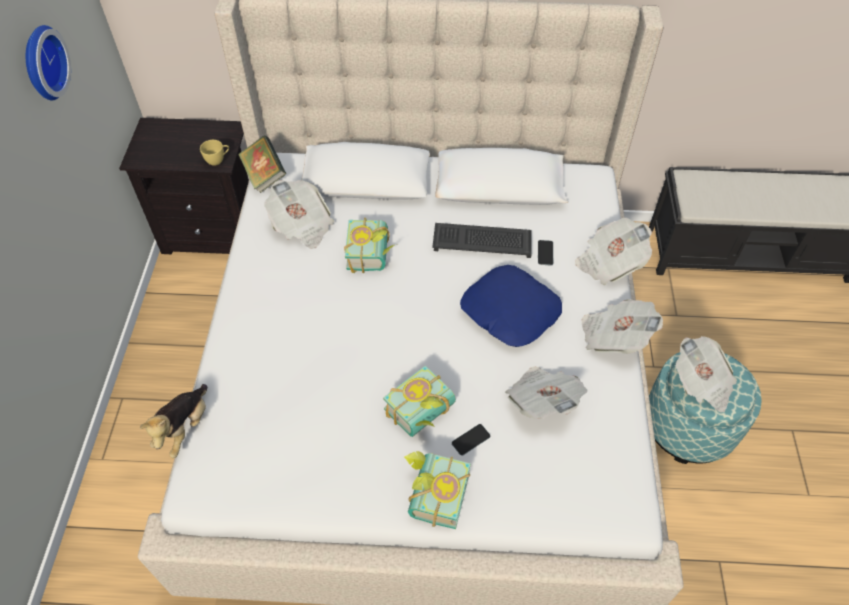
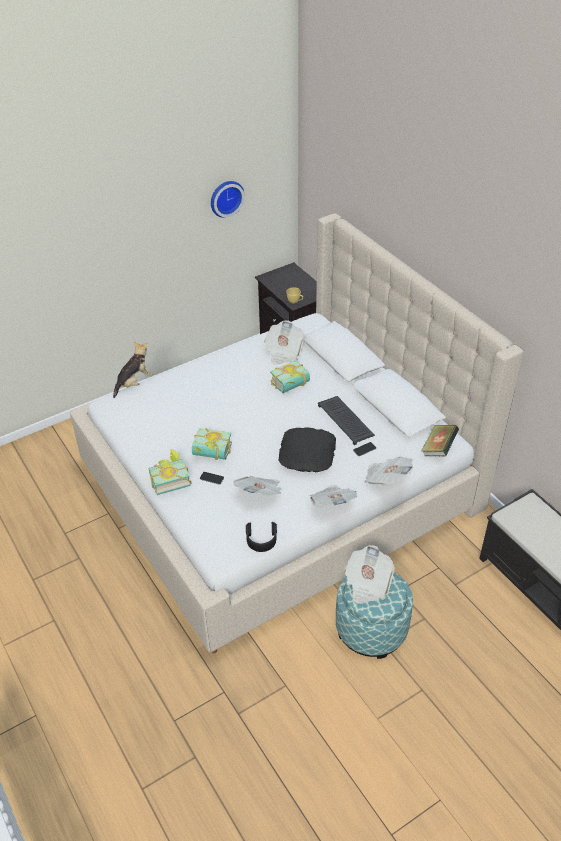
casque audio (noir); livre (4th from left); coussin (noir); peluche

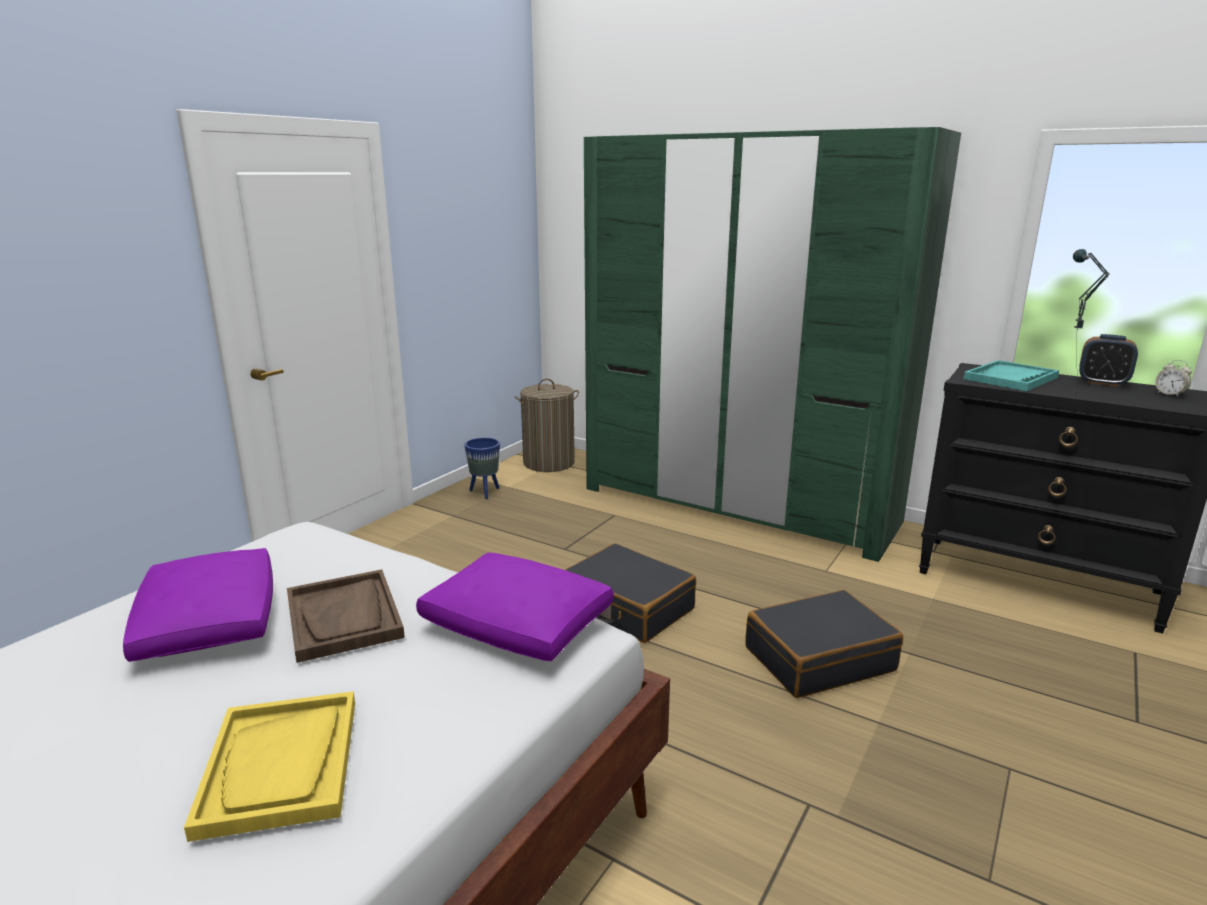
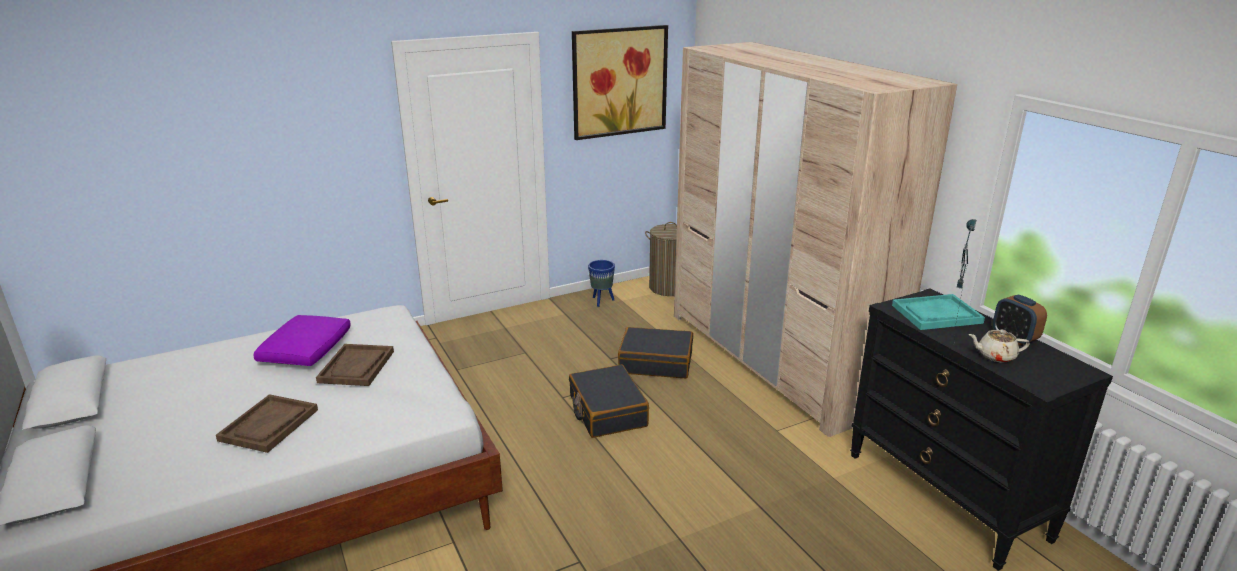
coussin (violet) (2nd from left in the first image); réveil (2nd from left in the first image); tableau; théière (beige); valise (noir) (2nd from left); plateau (marron) (1st from left); armoire (beige)

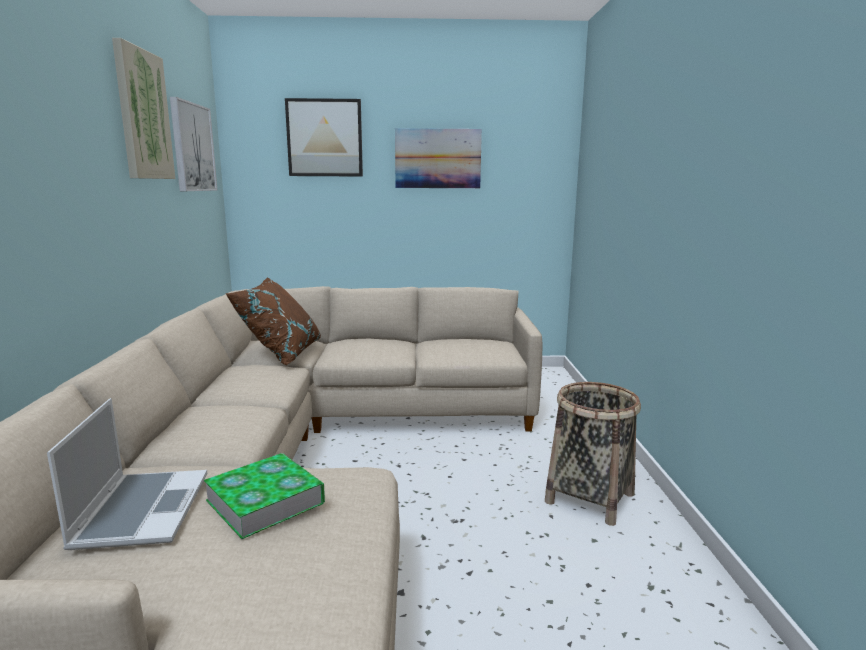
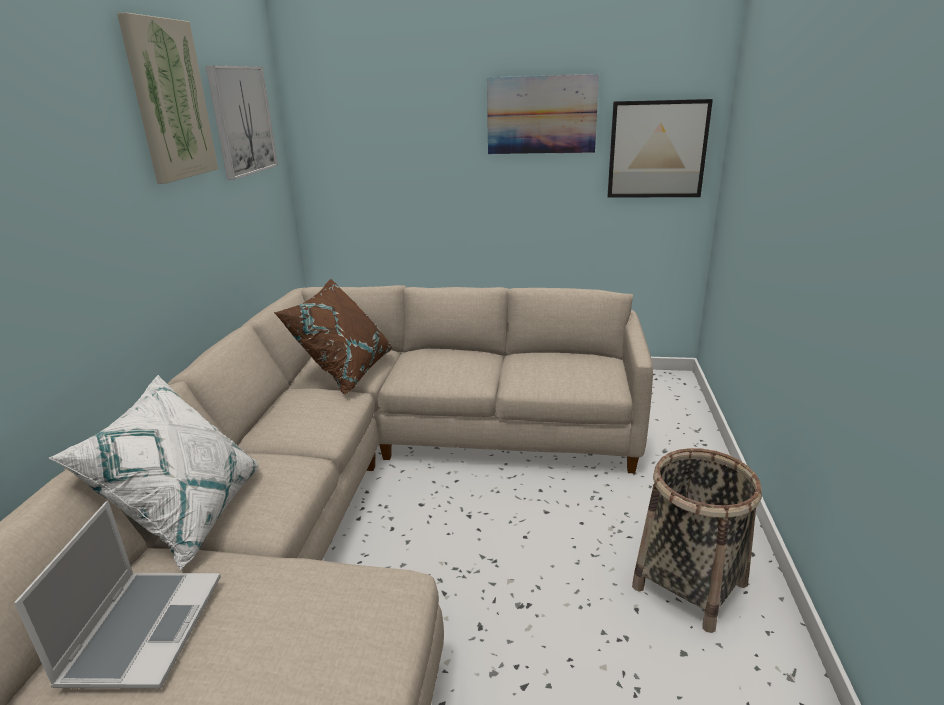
livre; coussin (blanc); tableau (4th from left)

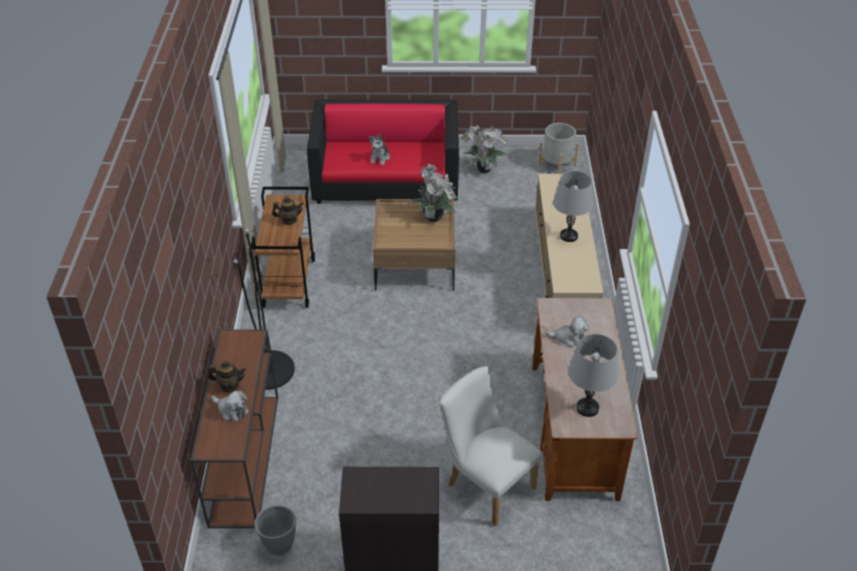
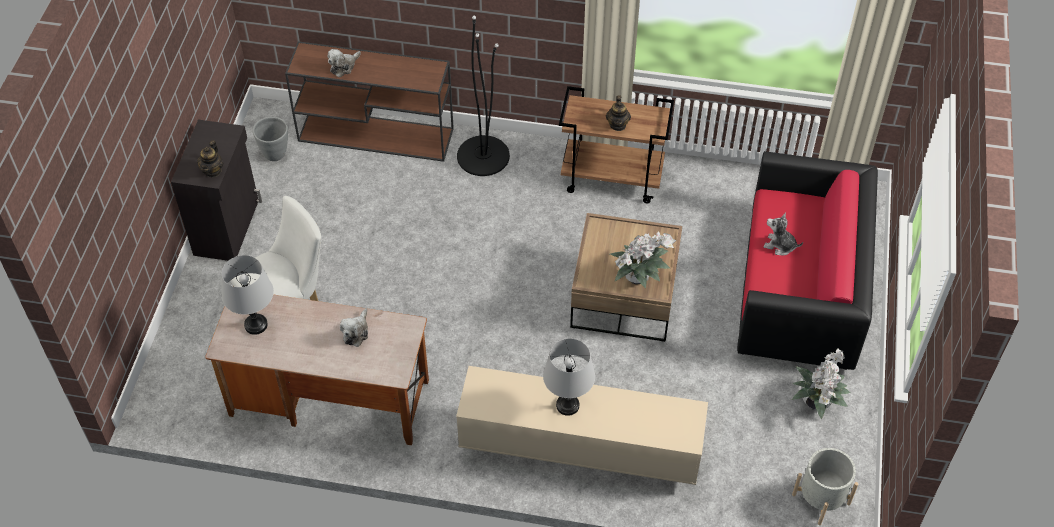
théière (1st from left)

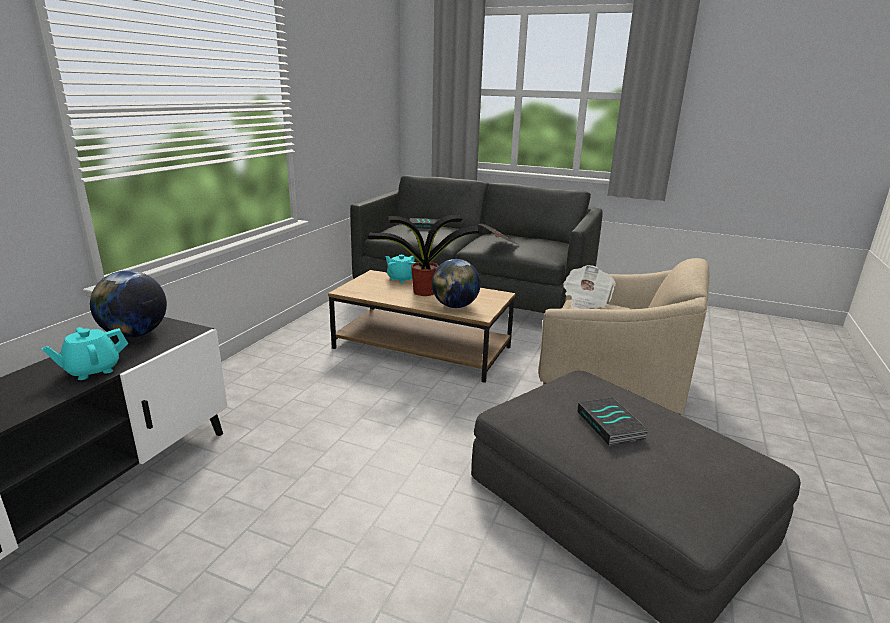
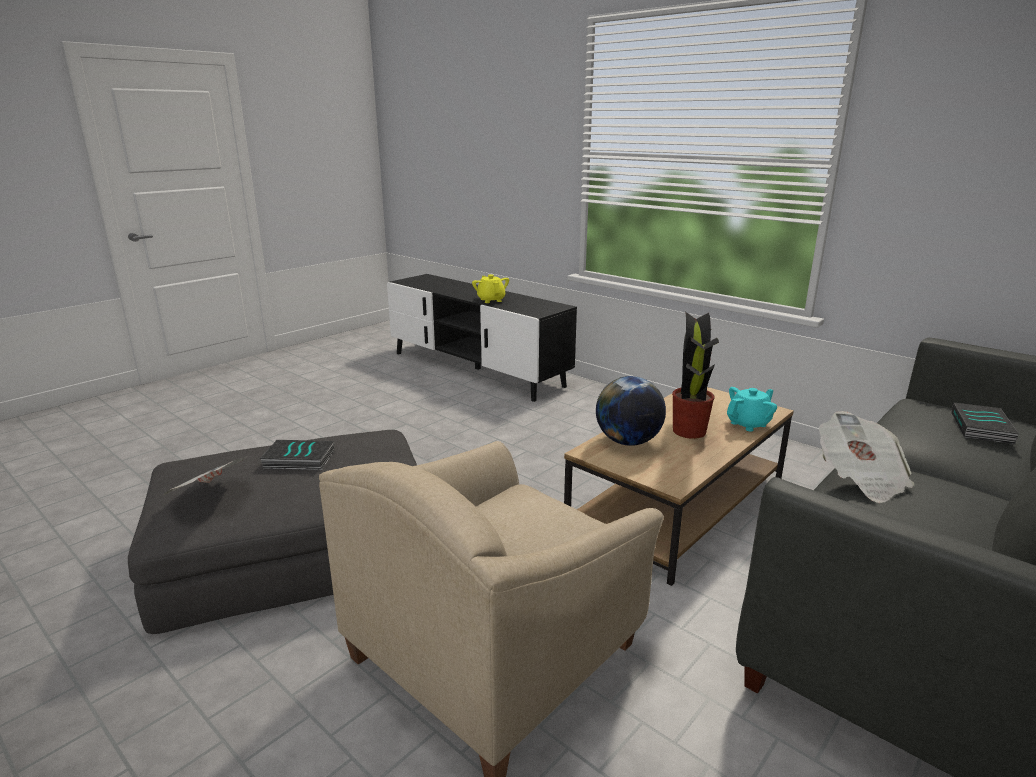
globe (1st from left in the first image); journal (1st from left); théière (jaune)

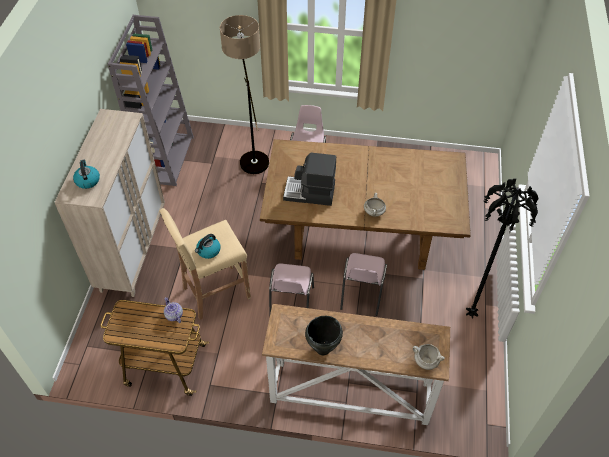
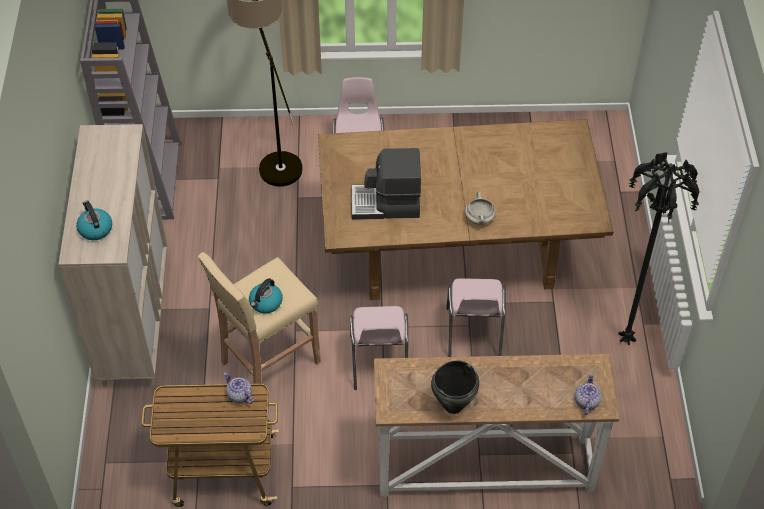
théière (2nd from left)

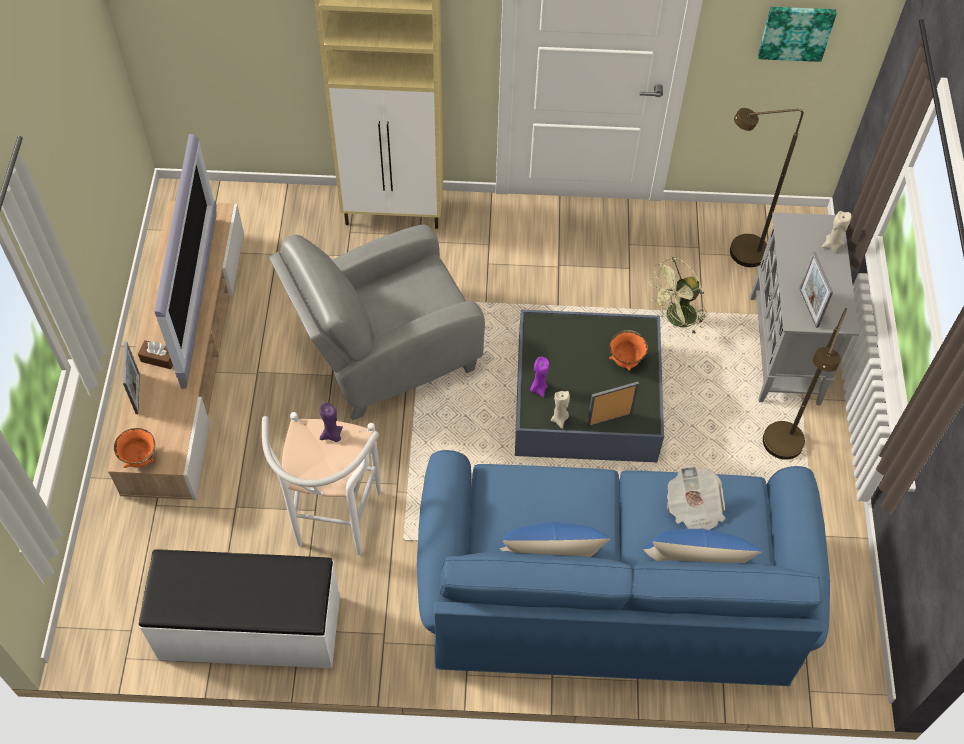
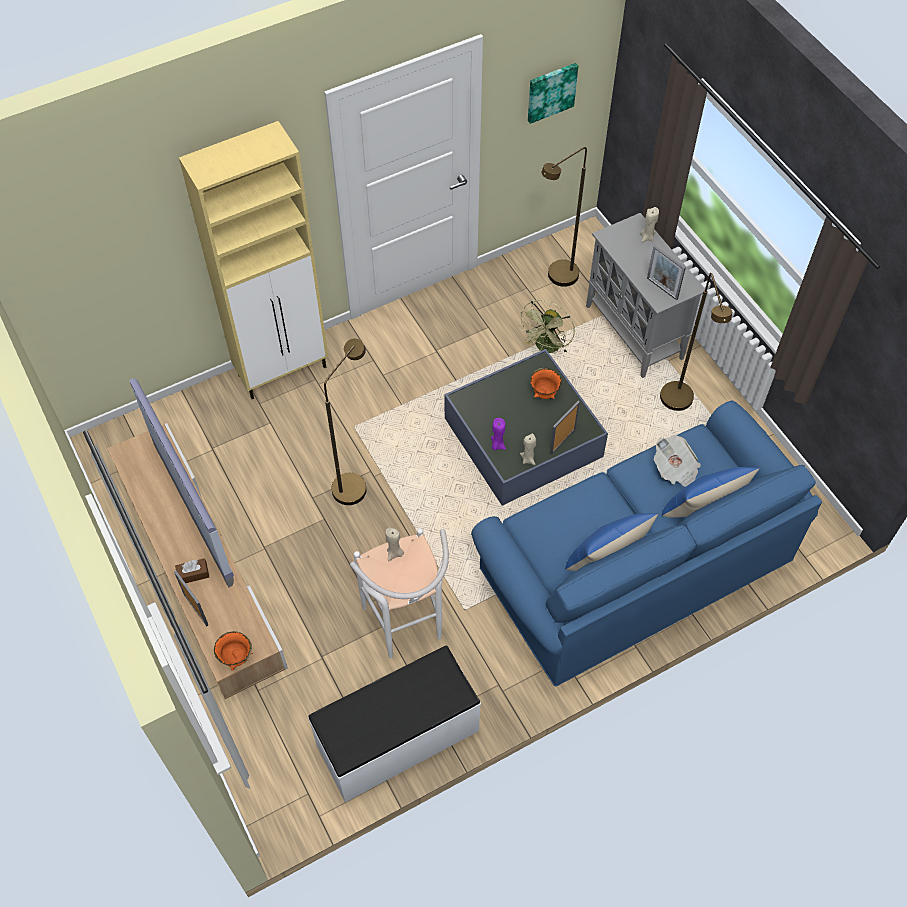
lampadaire (marron) (1st from left); bougie (beige) (1st from left)

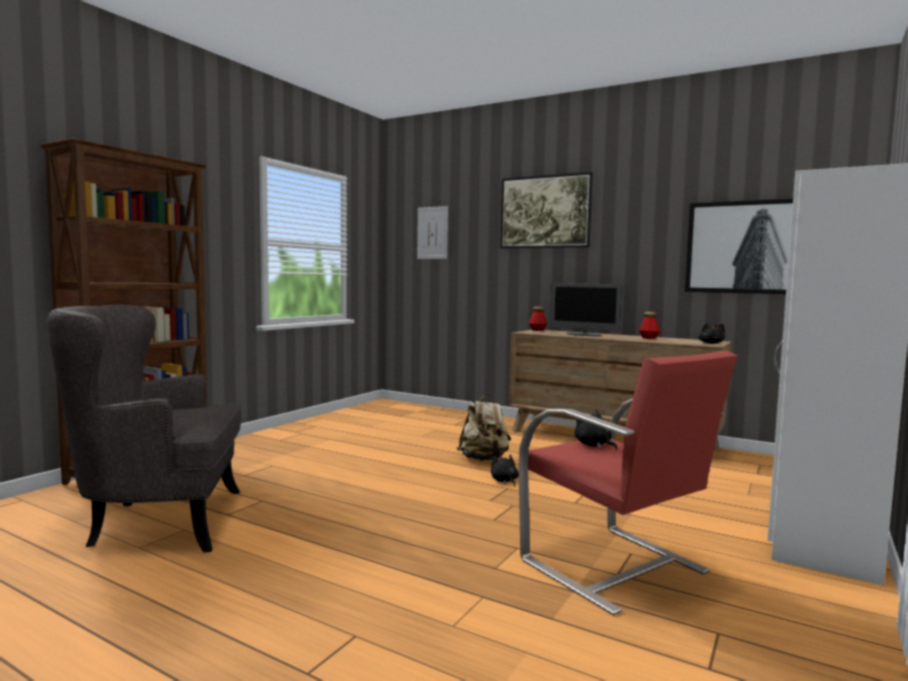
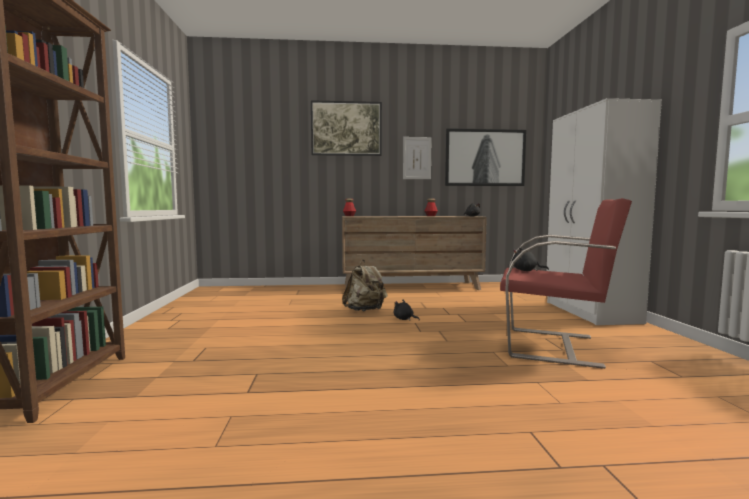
fauteuil (gris); écran d'ordinateur; tableau (2nd from left)

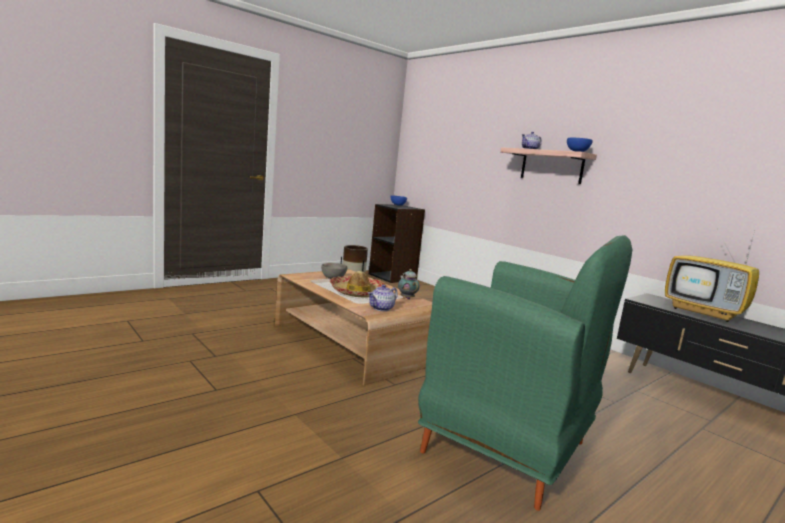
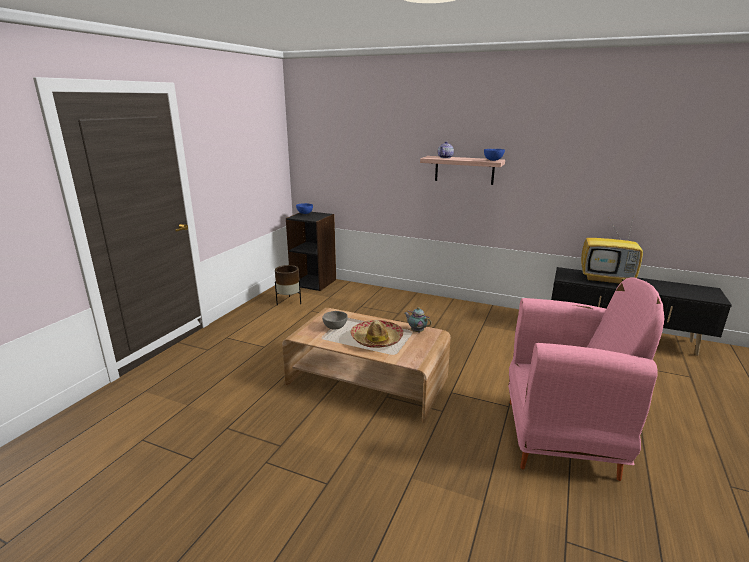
théière (1st from left in the first image); fauteuil (rose)

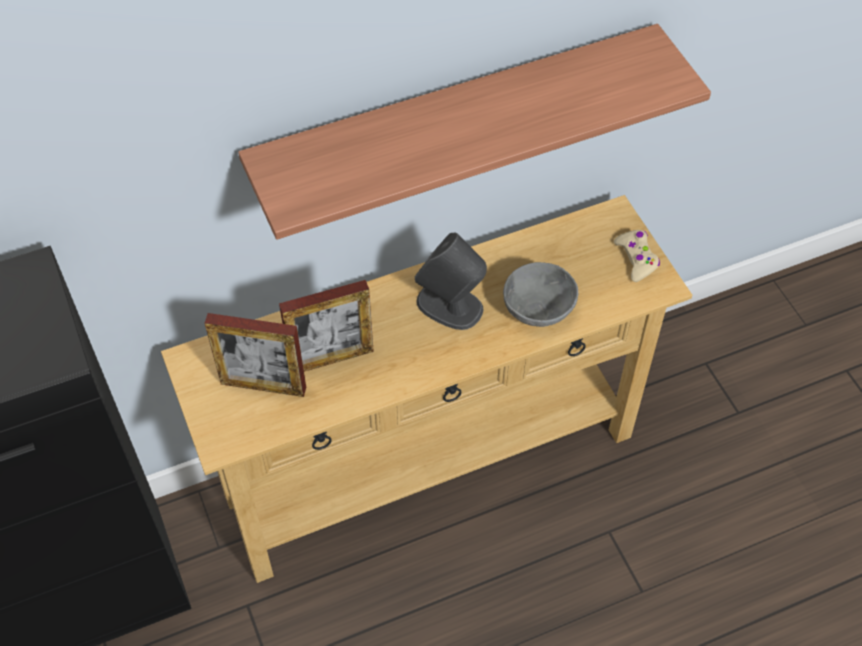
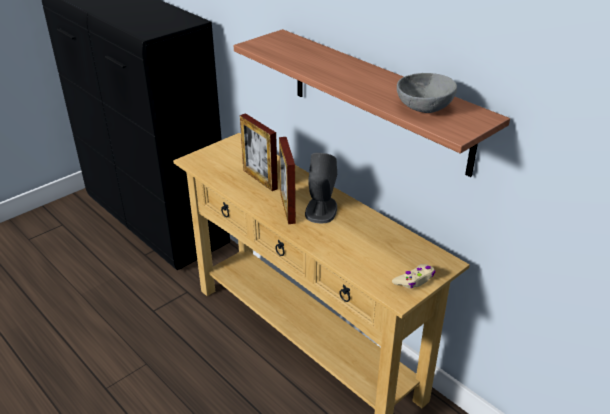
cadre photo (2nd from left); bol (gris)

